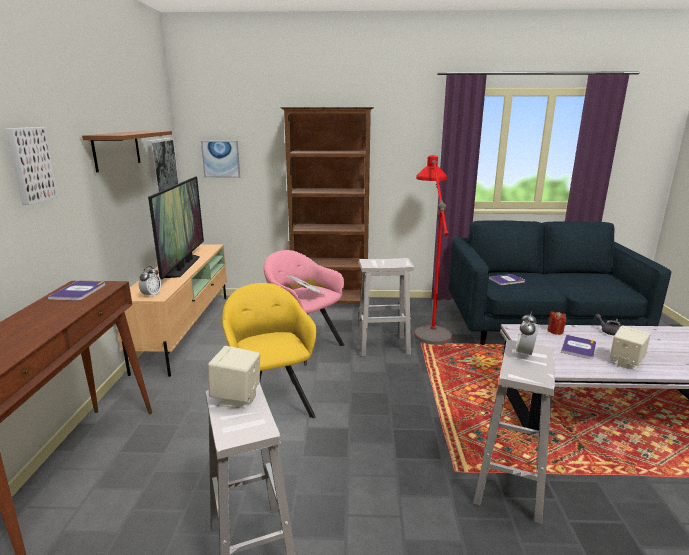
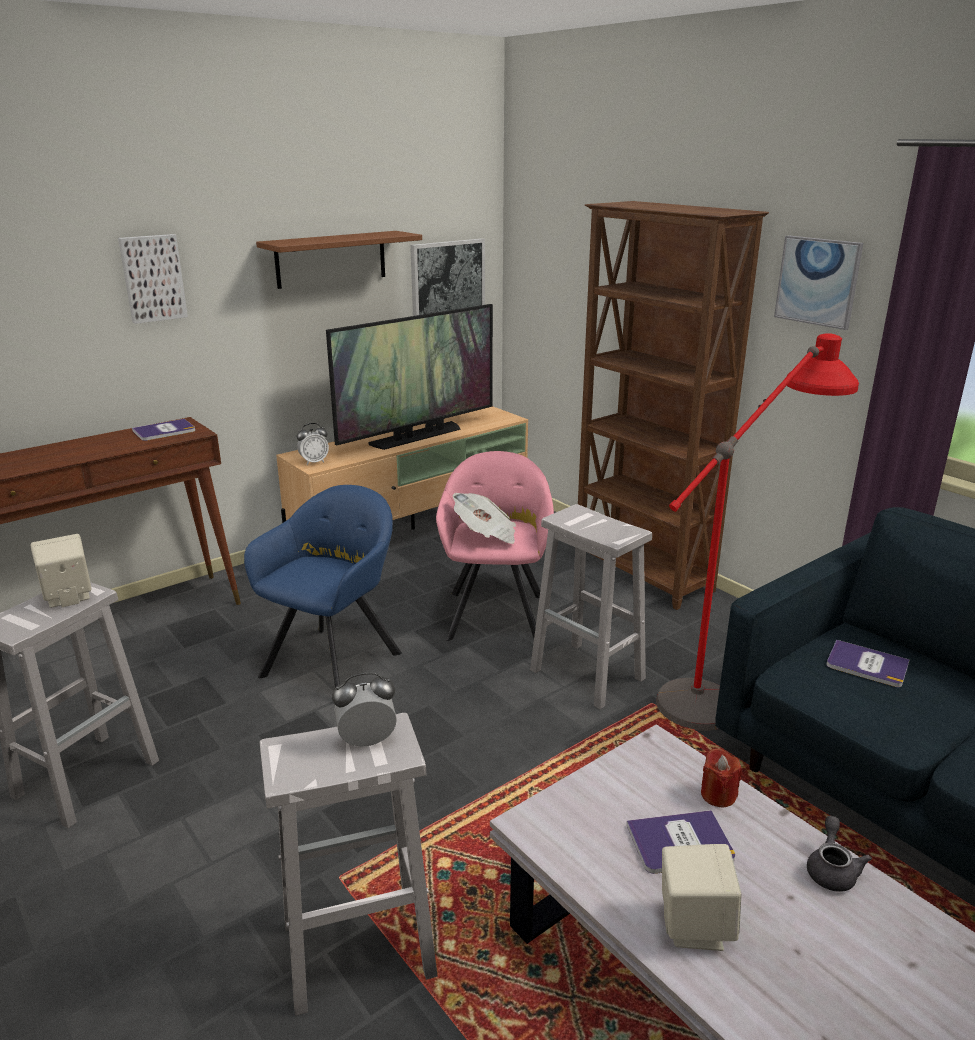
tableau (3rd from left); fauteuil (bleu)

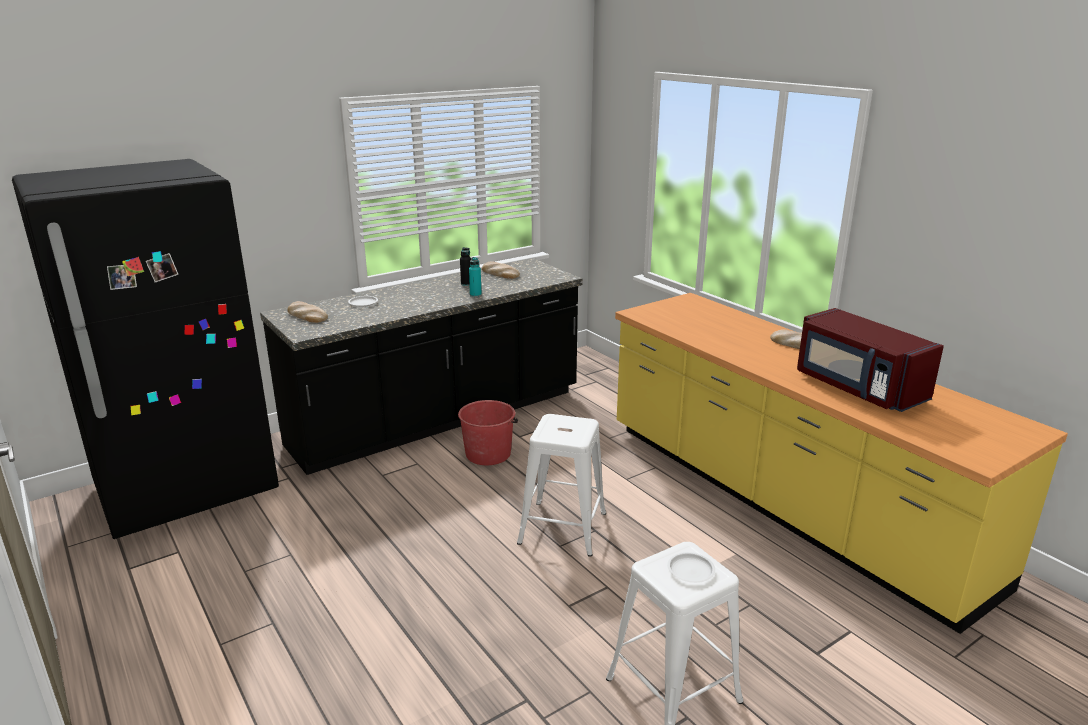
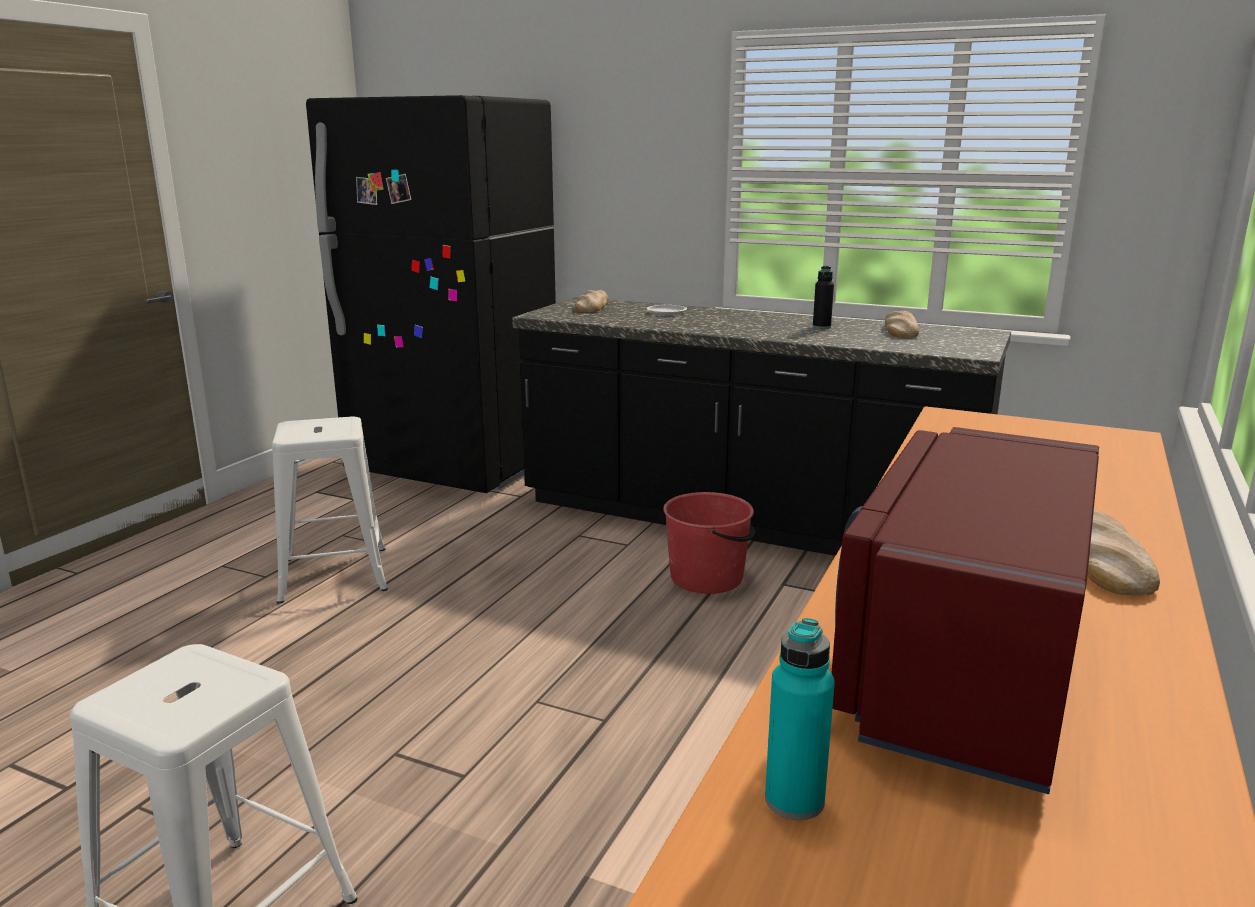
assiette (blanc) (2nd from left in the first image); bouteille (turquoise); tabouret (blanc) (2nd from left)

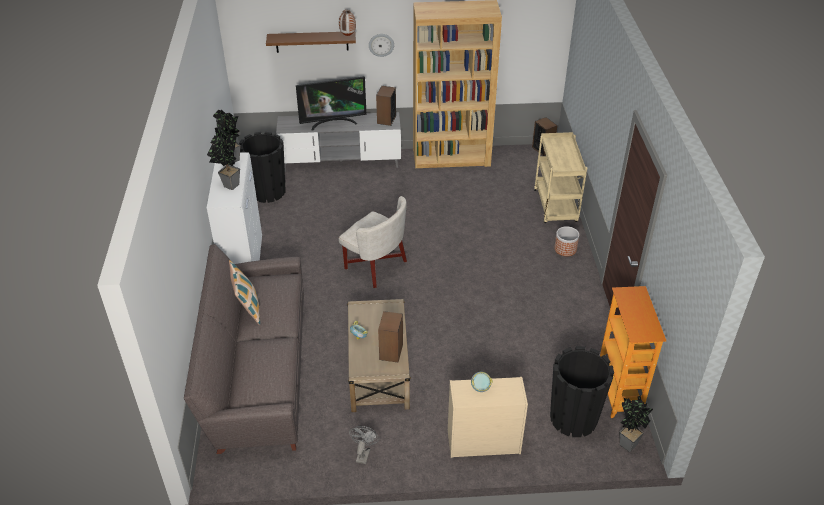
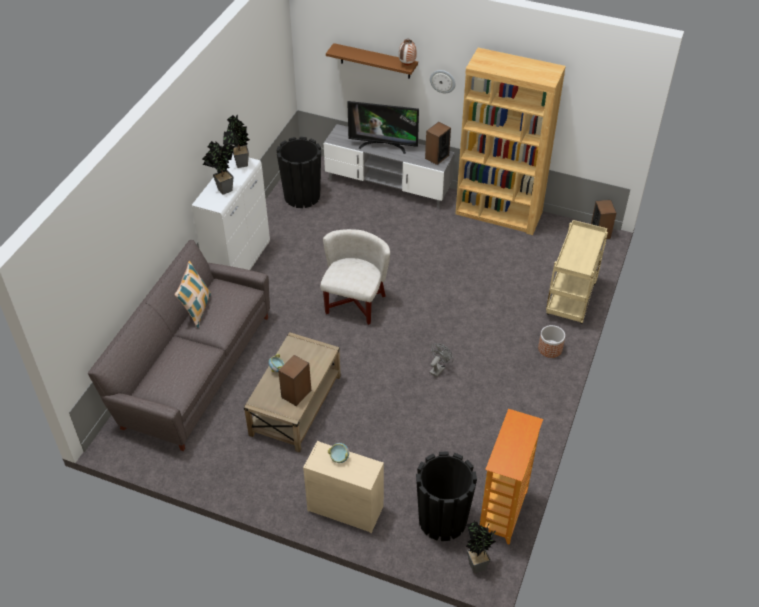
ventilateur (gris); fauteuil (blanc)

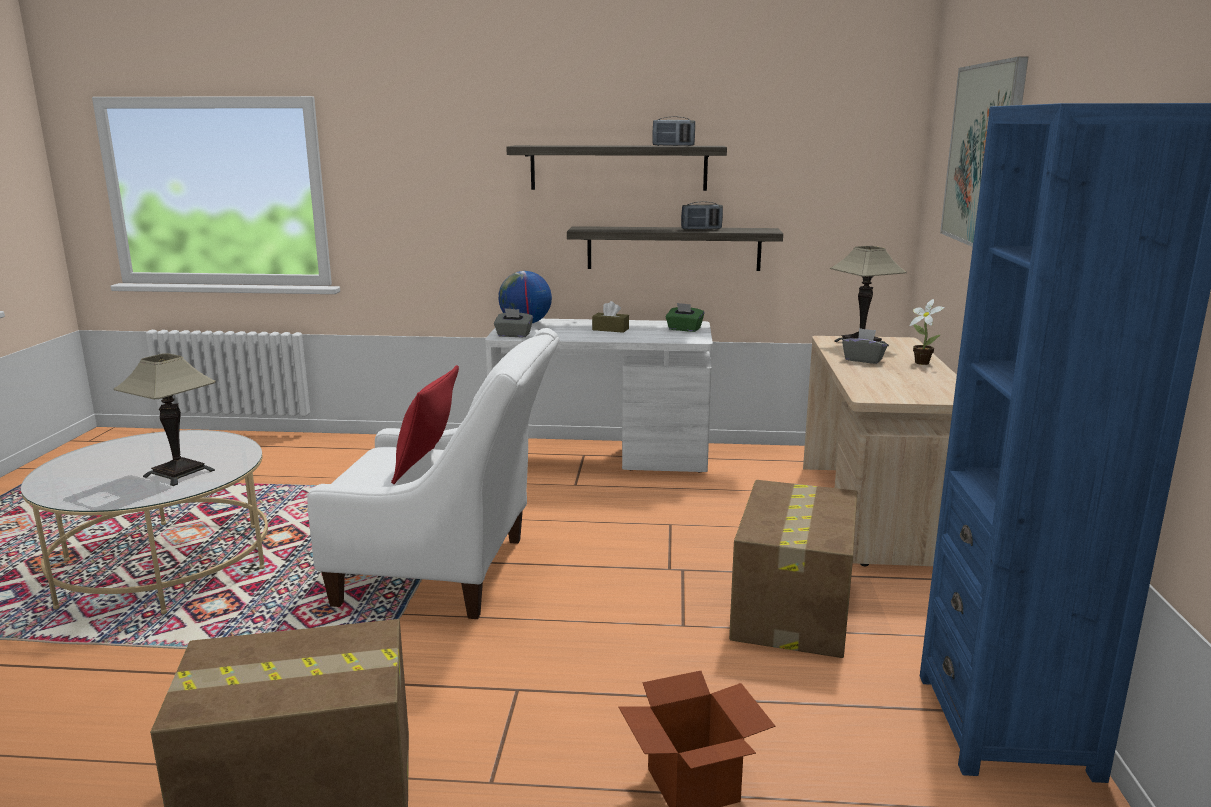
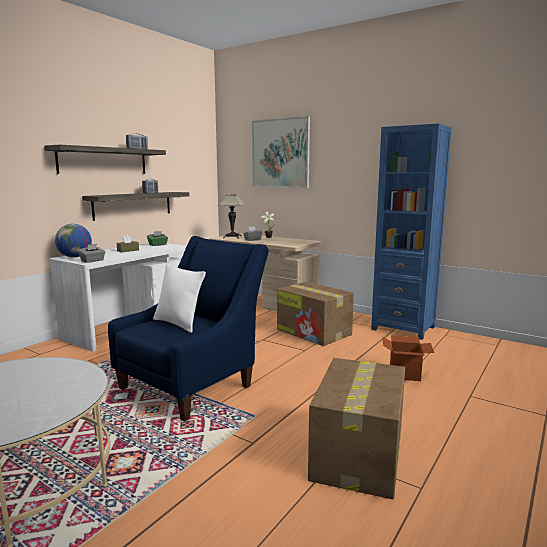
lampe de table (1st from left in the first image); fauteuil (bleu); coussin (blanc)

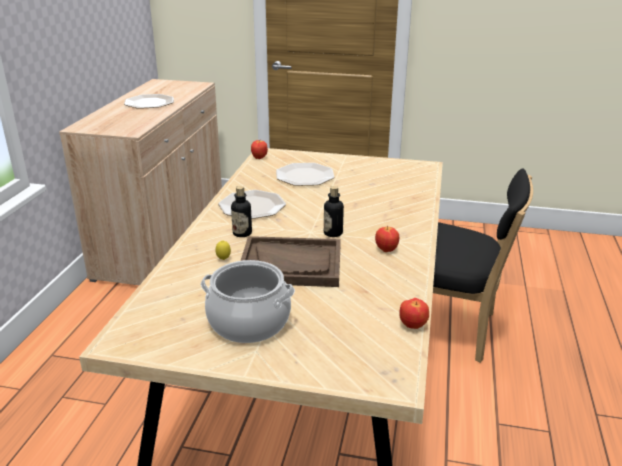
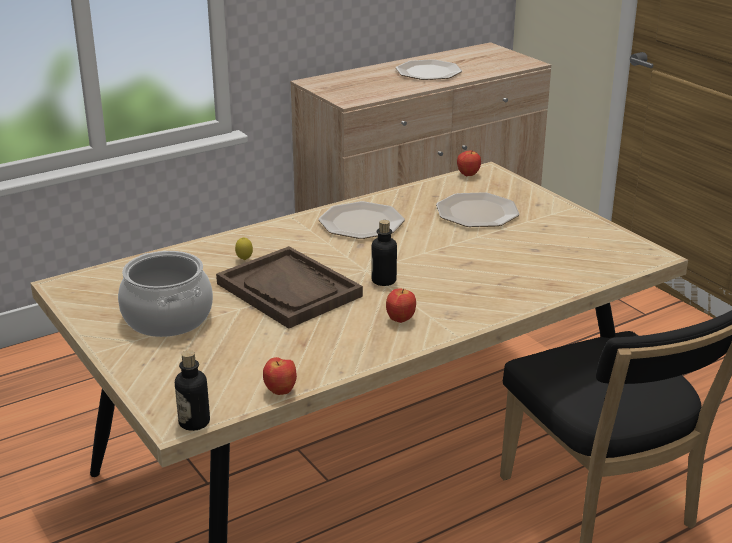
bouteille (1st from left)

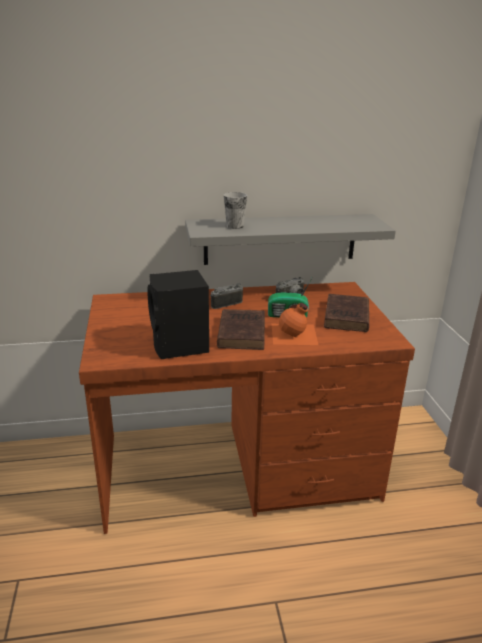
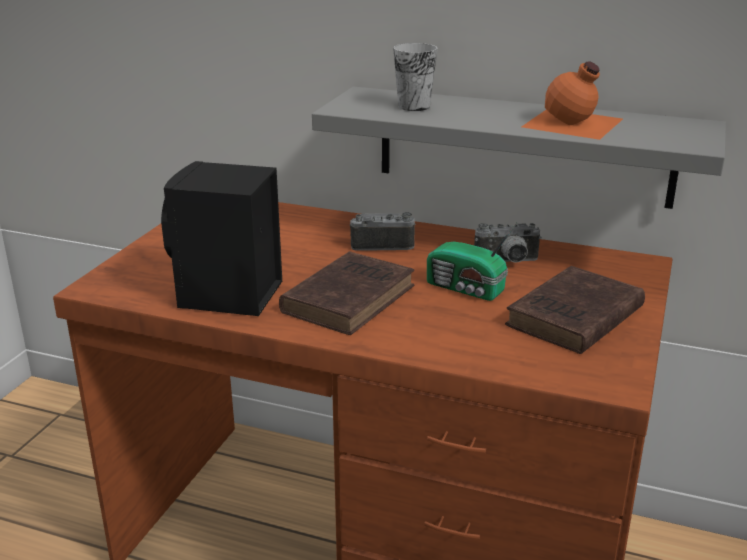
bouteille (orange)

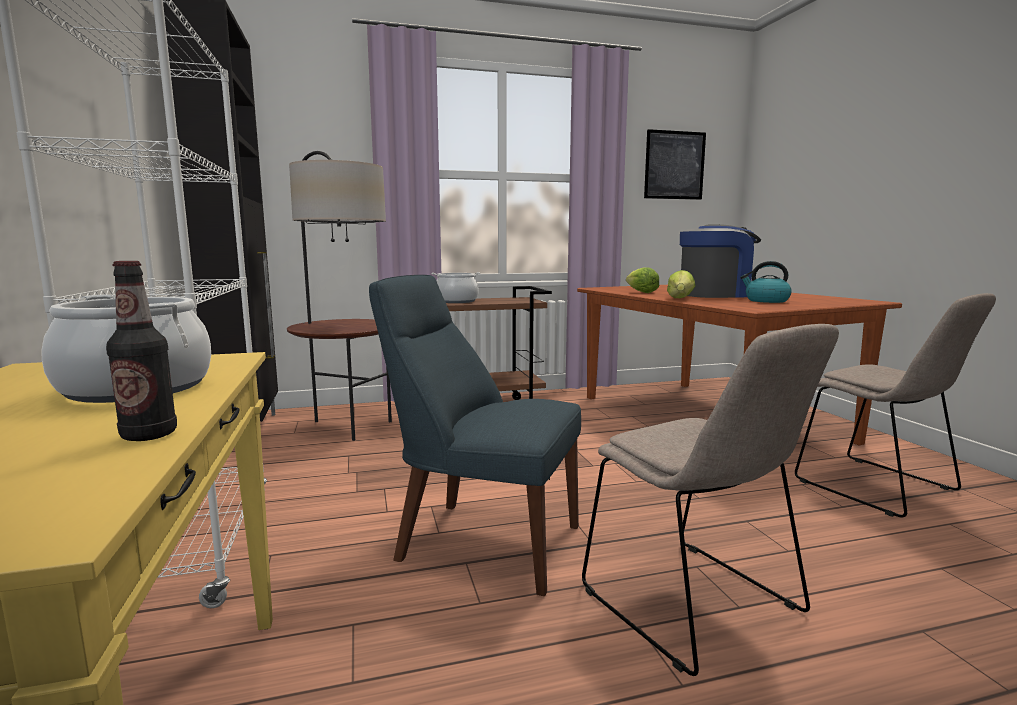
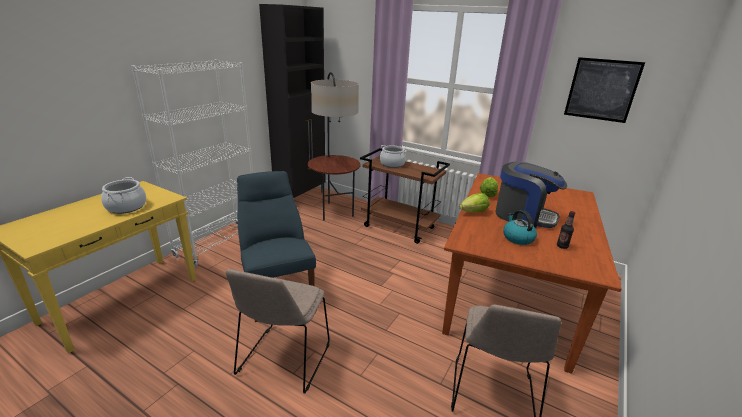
bouteille

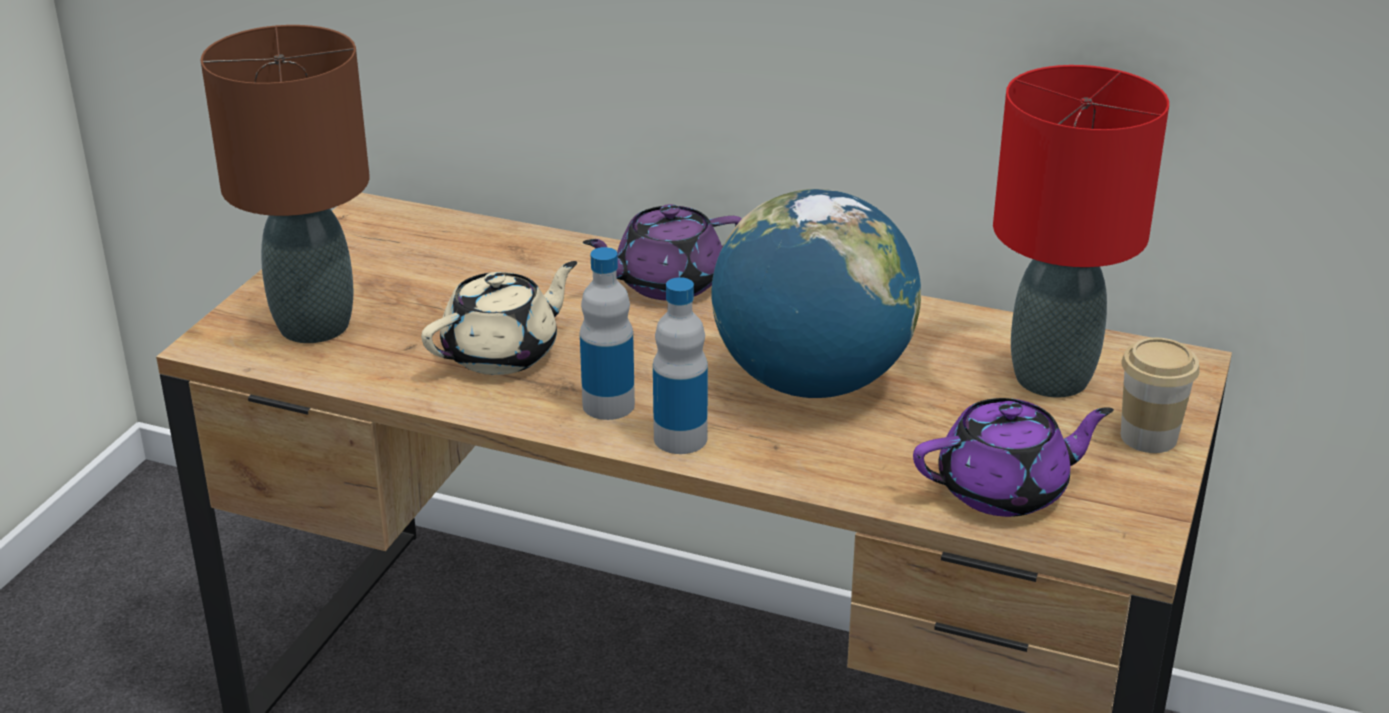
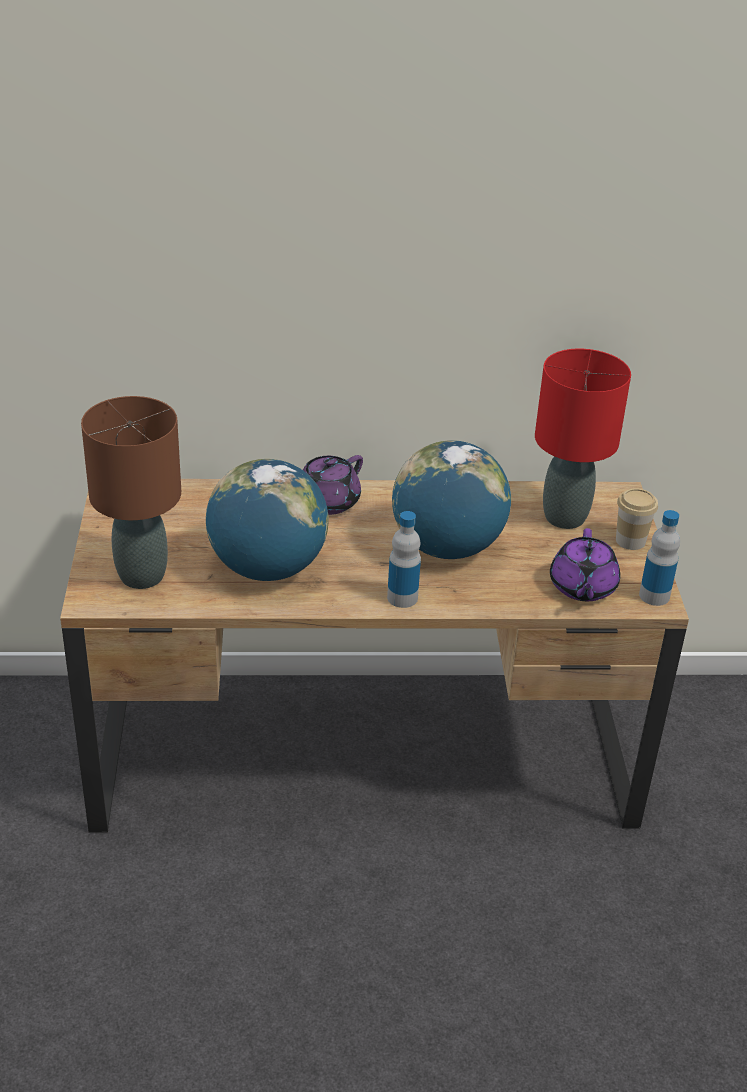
bouteille (2nd from left); globe (1st from left); théière (violet) (2nd from left)

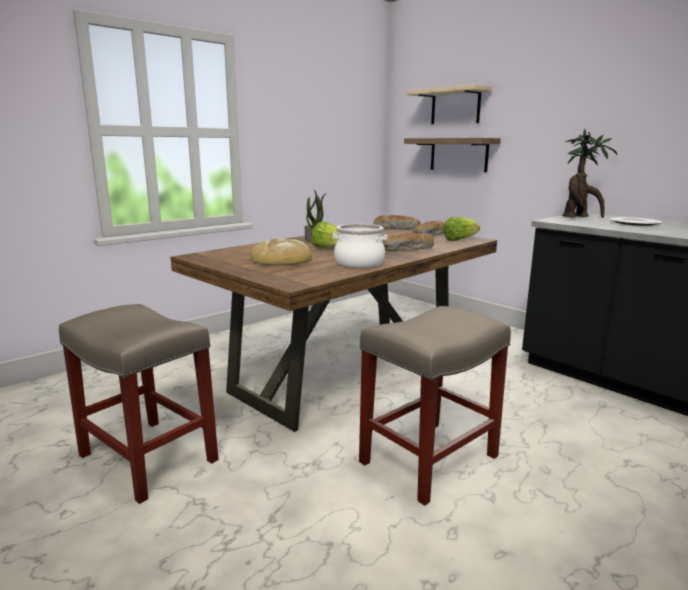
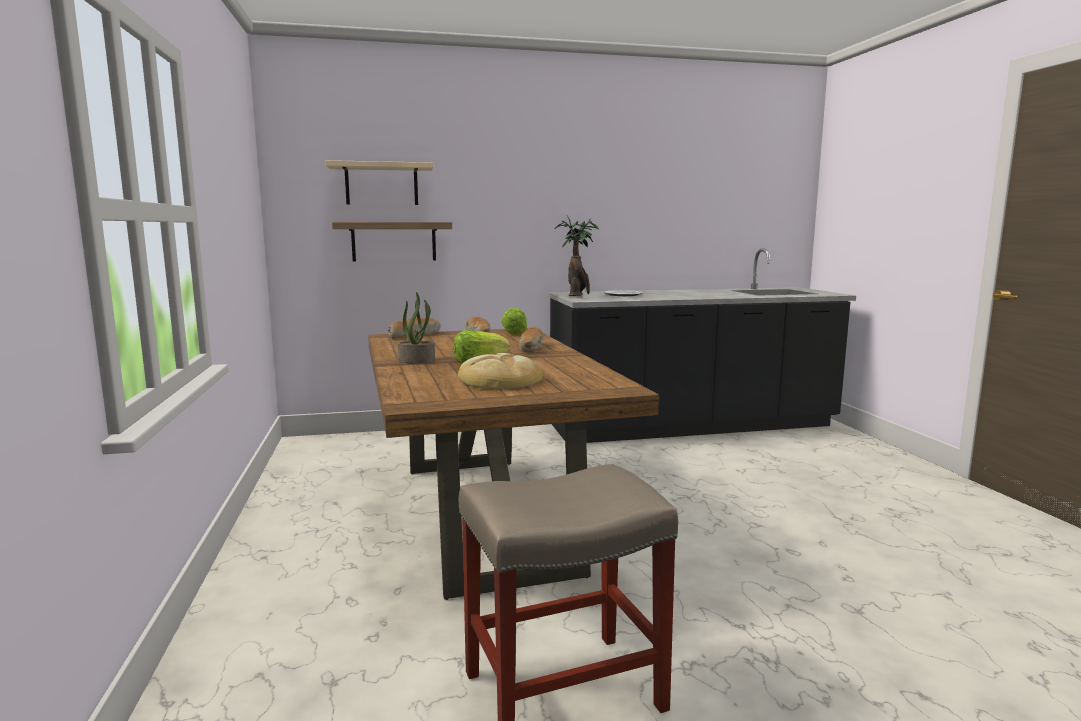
marmite; tabouret (beige) (2nd from left in the first image)

